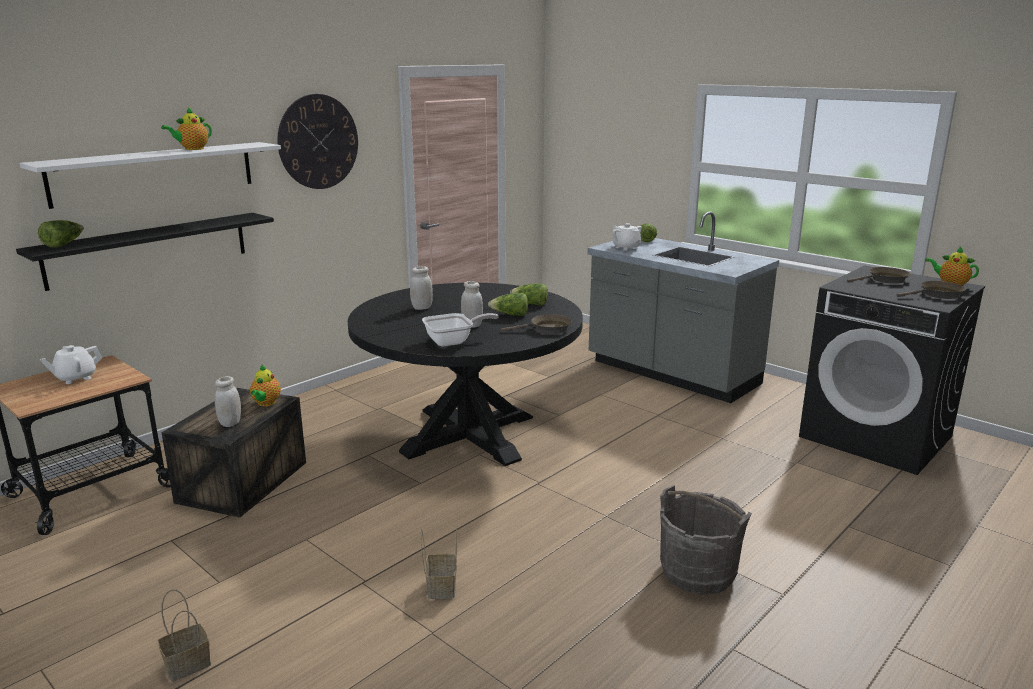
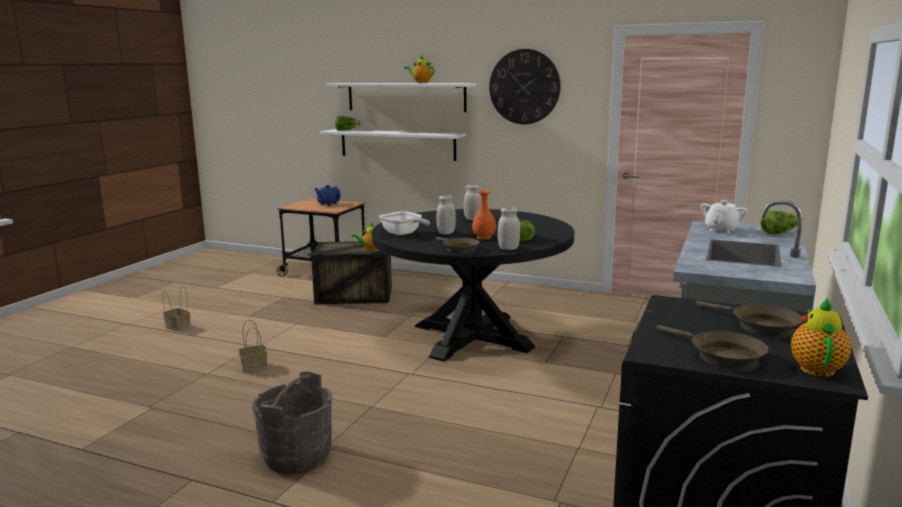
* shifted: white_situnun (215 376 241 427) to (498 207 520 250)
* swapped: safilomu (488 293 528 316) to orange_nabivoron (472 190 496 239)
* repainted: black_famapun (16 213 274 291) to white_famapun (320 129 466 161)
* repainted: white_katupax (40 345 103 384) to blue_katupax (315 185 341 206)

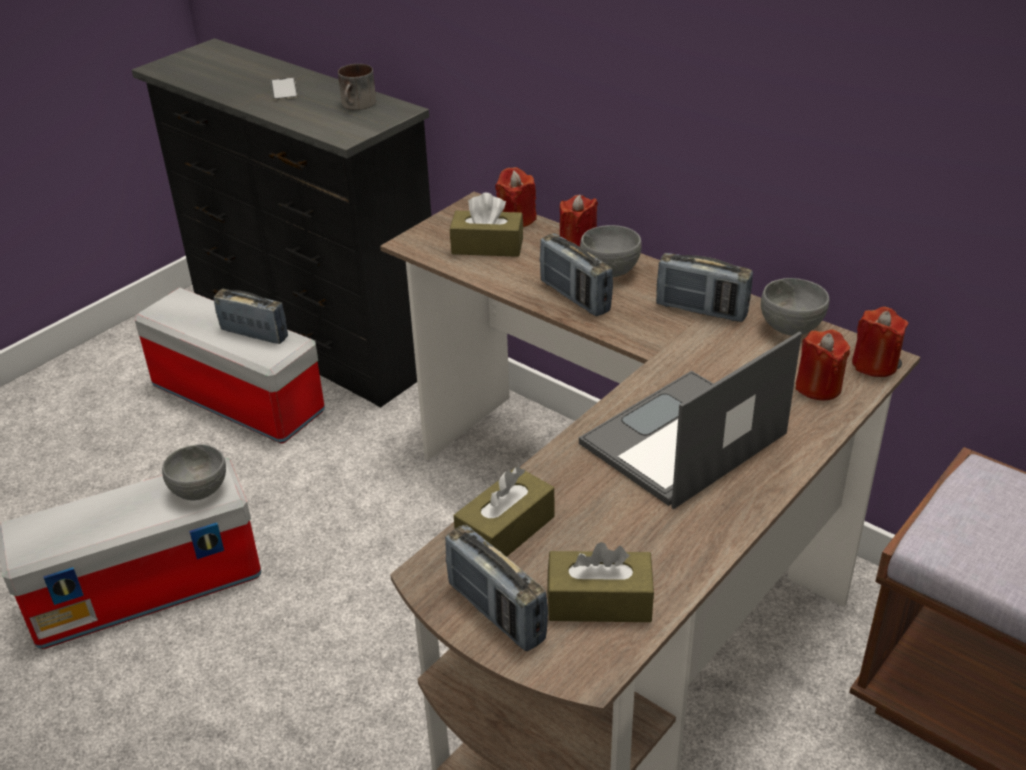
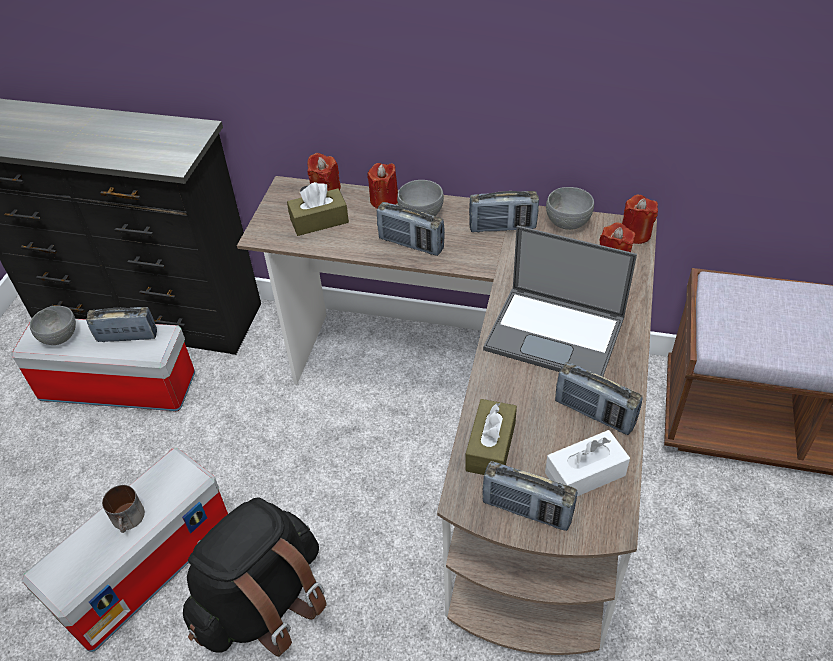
* gone: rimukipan (270 77 298 100)
* new: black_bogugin (183 497 327 657)
* new: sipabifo (555 362 643 435)
* shifted: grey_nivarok (162 444 226 500) to (30 306 76 345)
* shifted: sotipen (338 64 376 110) to (102 485 145 533)
* repainted: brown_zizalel (547 542 654 622) to white_zizalel (545 430 630 496)
* rotated: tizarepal (579 331 802 509) = (483 225 637 377) 90 degrees counterclockwise

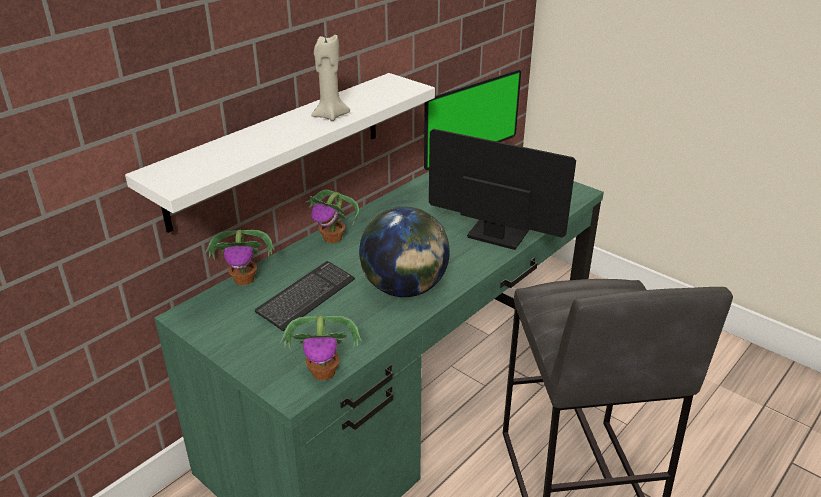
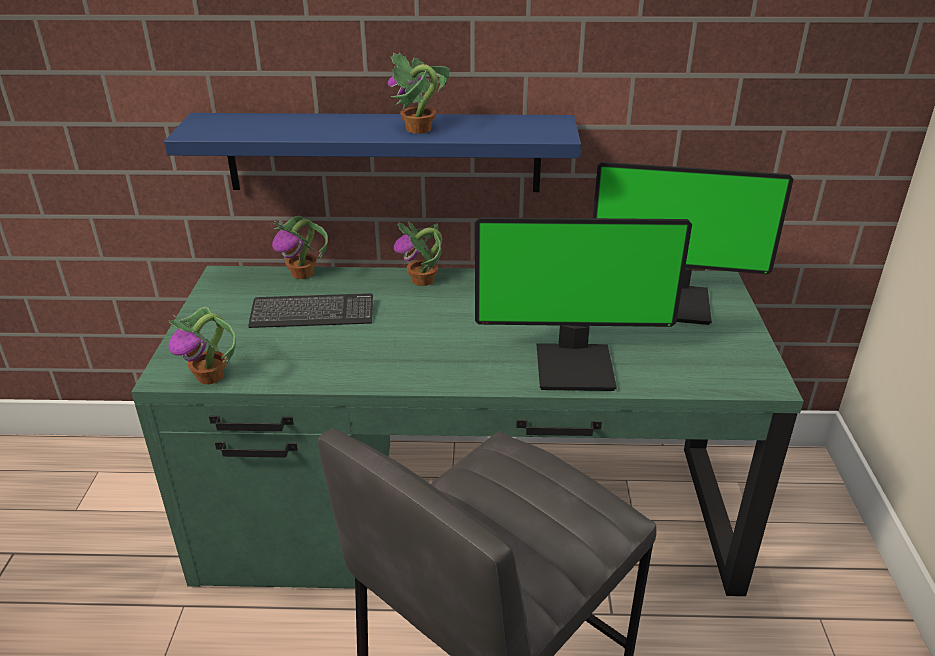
* gone: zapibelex (359 207 450 297)
* swapped: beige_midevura (311 35 350 121) to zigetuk (388 53 449 134)
* repainted: white_famapun (125 73 435 233) to blue_famapun (164 113 581 192)
* rotated: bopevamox (429 129 576 250) = (475 217 692 391) 105 degrees clockwise

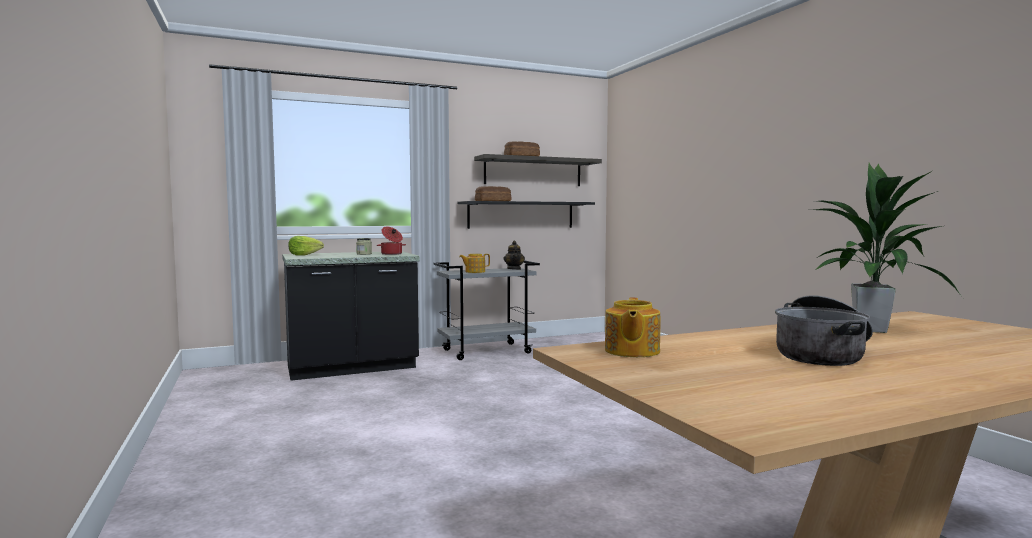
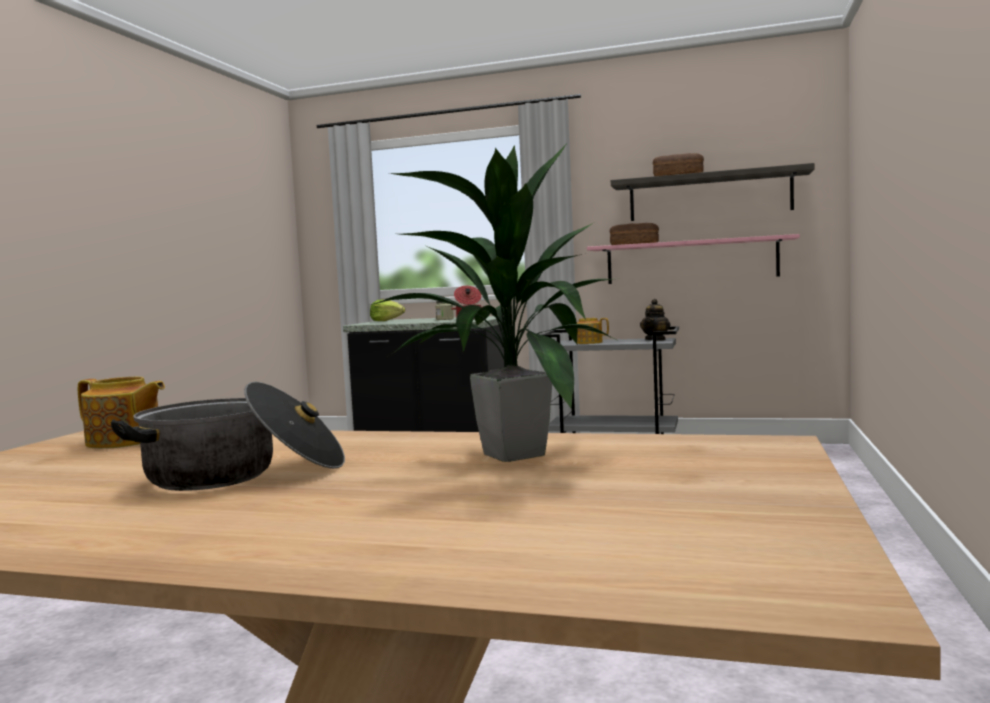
* repainted: black_famapun (458 201 595 229) to pink_famapun (587 234 800 284)
* rotated: katupax (605 298 660 357) = (78 377 165 449) 120 degrees counterclockwise

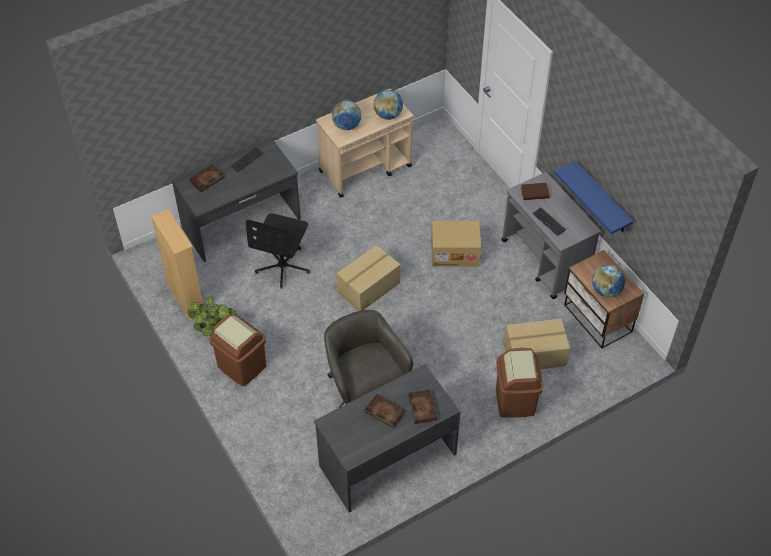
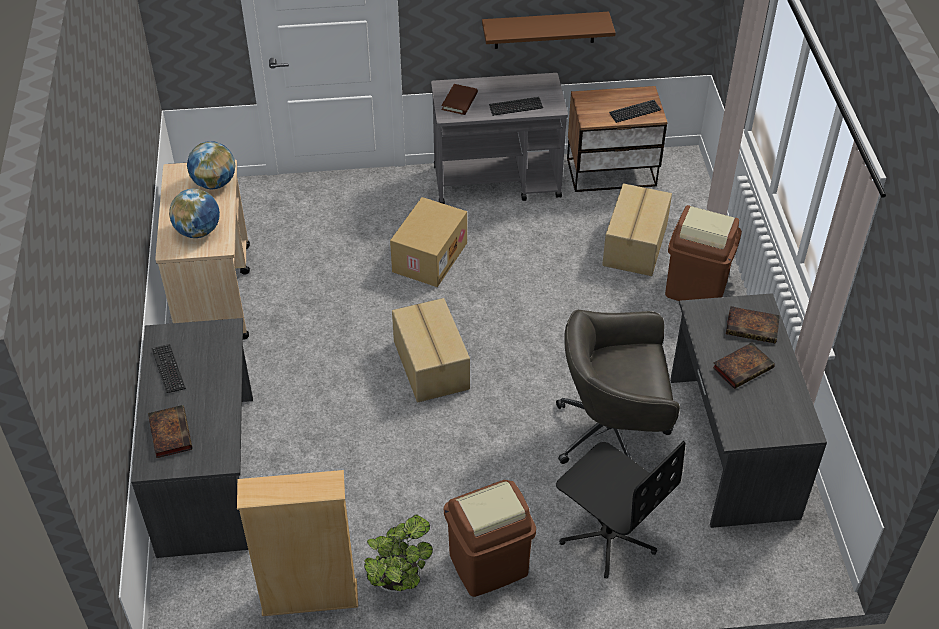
* shifted: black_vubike (246 213 310 289) to (556 441 685 578)
* swapped: zapibelex (592 265 625 297) to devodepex (609 100 661 123)
* repainted: blue_famapun (554 161 633 234) to brown_famapun (482 12 616 49)

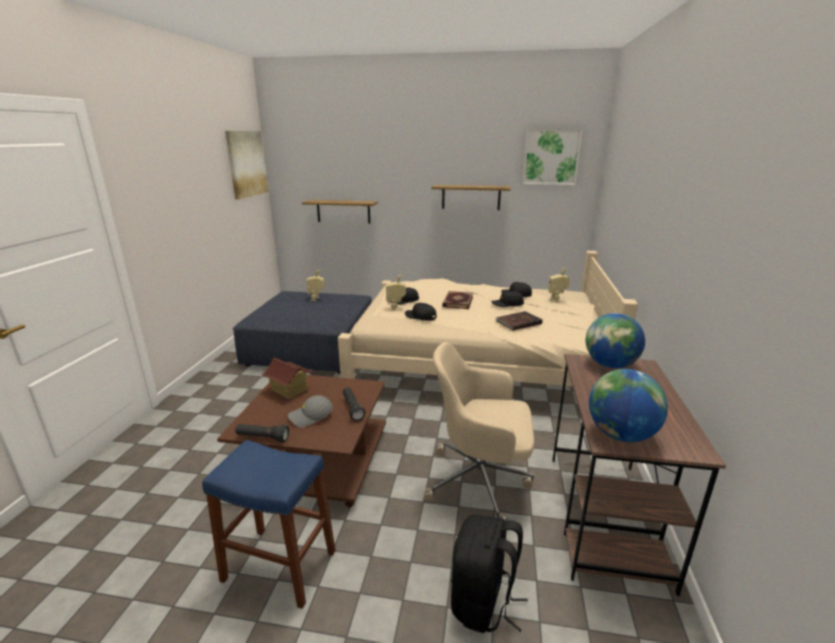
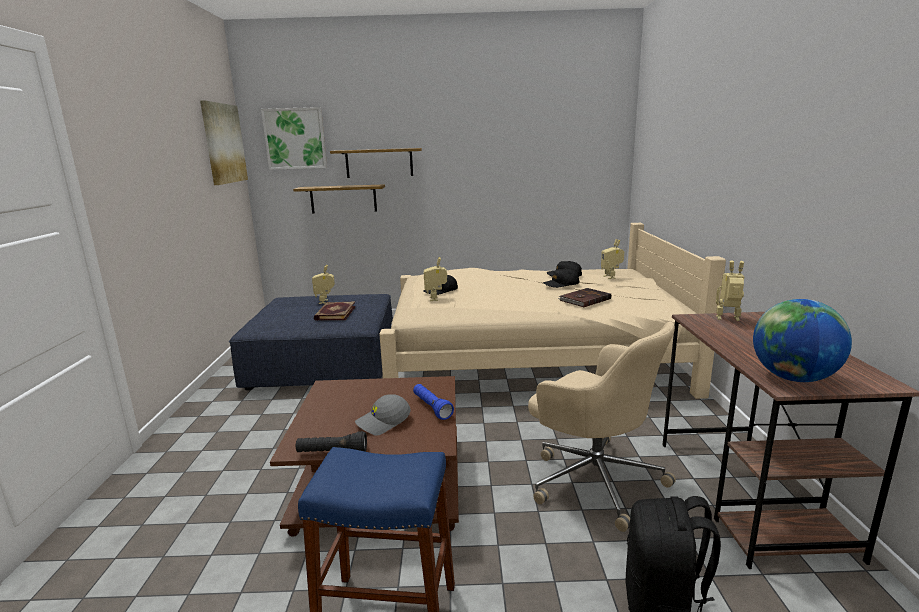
* gone: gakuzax (262 358 312 399)
* gone: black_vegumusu (405 303 437 321)
* shifted: famapun (431 185 511 210) to (330 148 422 178)
* shifted: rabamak (442 291 473 309) to (314 301 356 320)
* shifted: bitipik (522 129 583 185) to (261 107 327 170)
* swapped: zapibelex (586 313 645 368) to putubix (716 261 744 321)
* repainted: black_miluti (343 388 365 421) to blue_miluti (413 384 454 420)
* rotated: beige_vubike (424 342 535 521) = (528 322 676 532) 135 degrees counterclockwise

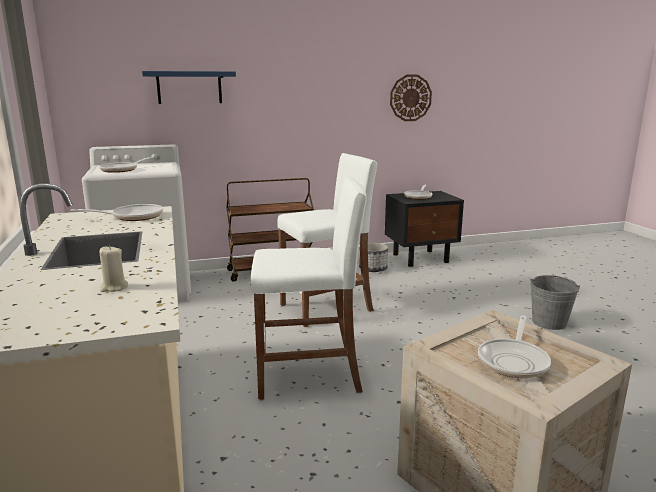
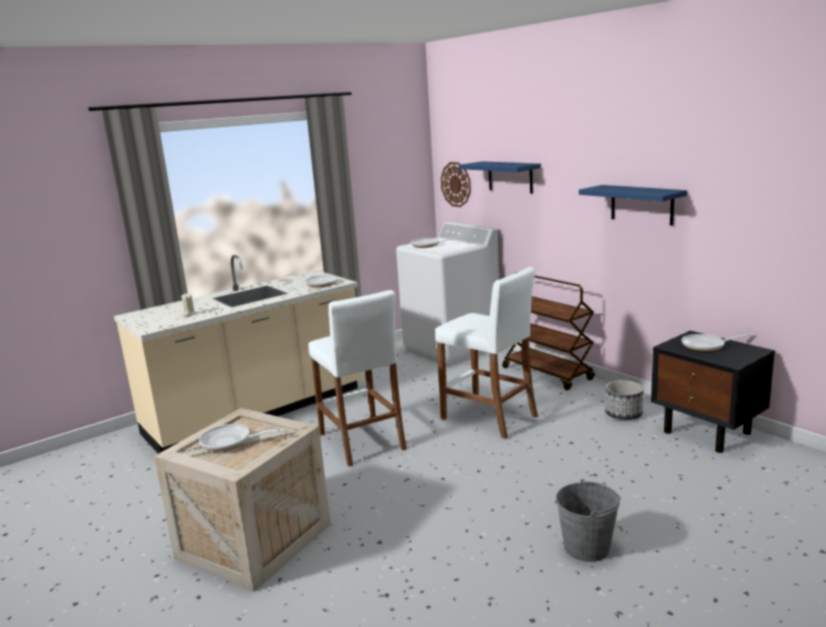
* new: blue_famapun (579 185 687 226)
* shifted: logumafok (390 75 432 121) to (441 162 471 207)

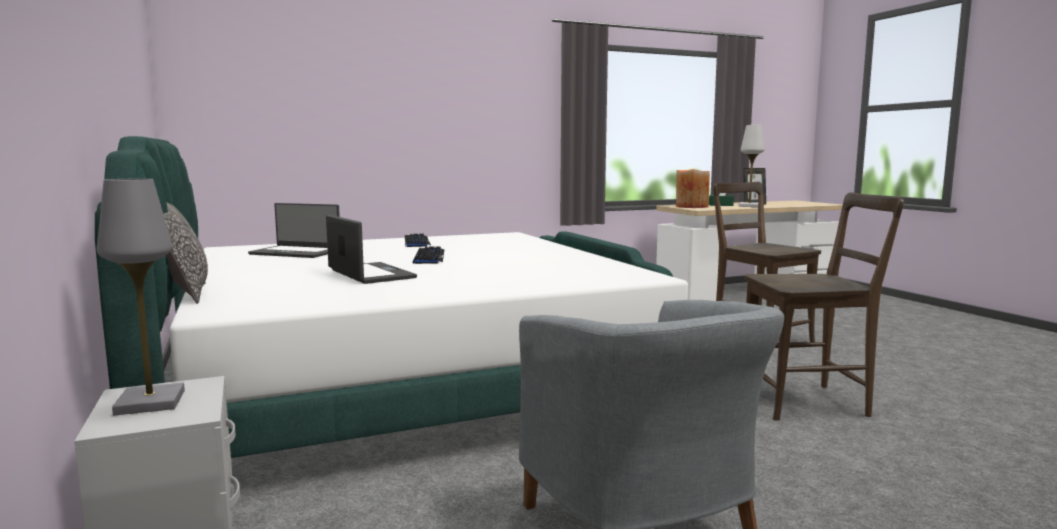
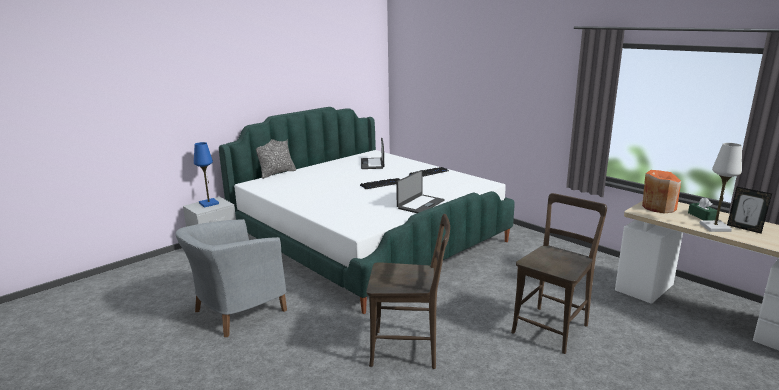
* shifted: tizarepal (326 215 417 284) to (396 170 445 213)
* repainted: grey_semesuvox (97 178 185 415) to blue_semesuvox (194 142 219 208)
* rotated: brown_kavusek (744 192 904 421) = (367 214 450 369) 60 degrees counterclockwise

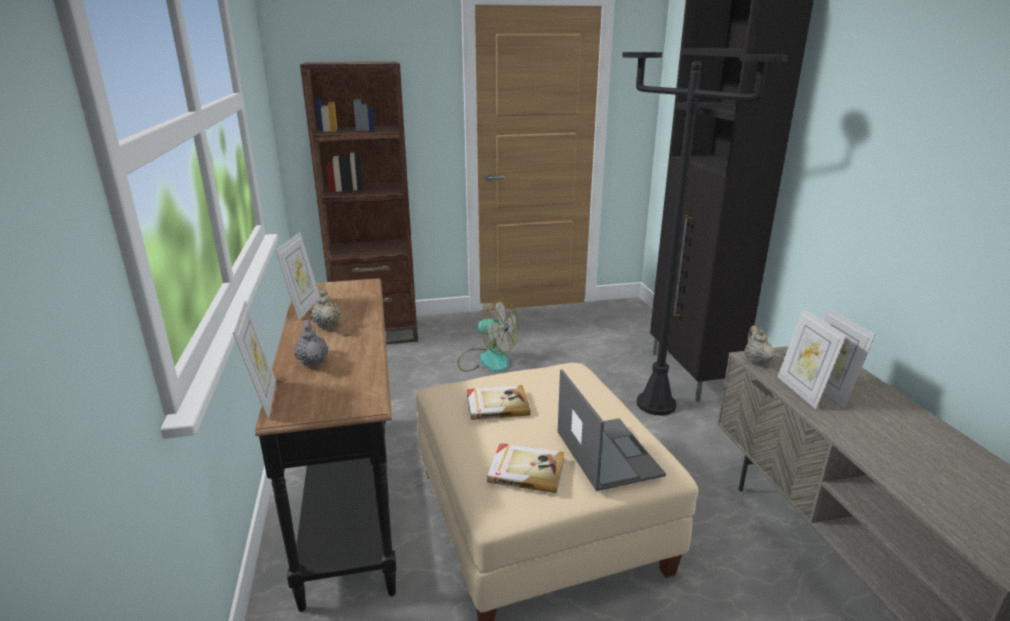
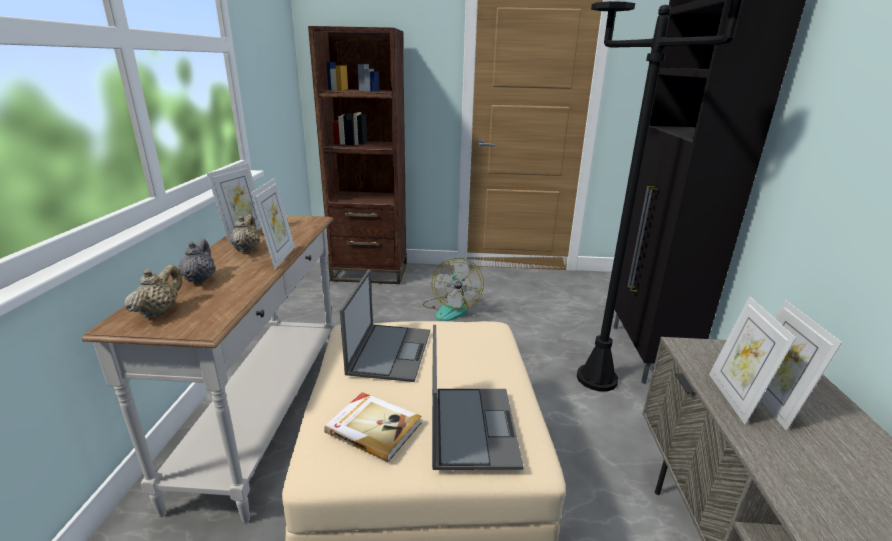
* shifted: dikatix (233 300 276 420) to (251 178 295 269)
* shifted: beige_katupax (745 325 775 366) to (124 265 182 318)
* swapped: rabamak (467 385 531 420) to tizarepal (340 270 430 382)
* repainted: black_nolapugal (255 278 396 612) to white_nolapugal (82 215 335 524)
* rotated: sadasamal (458 300 519 372) = (423 258 484 321) 45 degrees clockwise

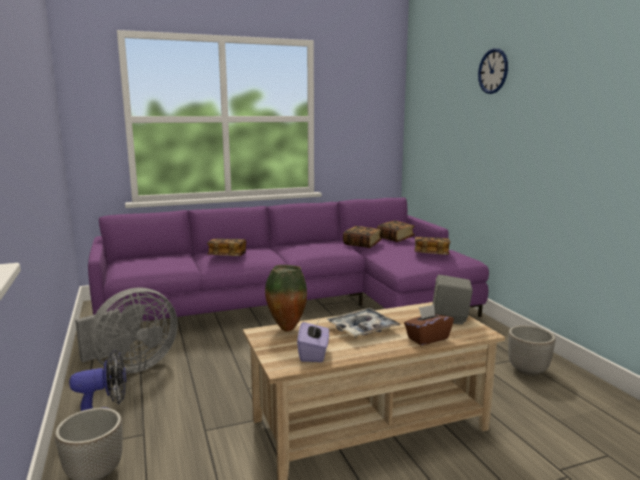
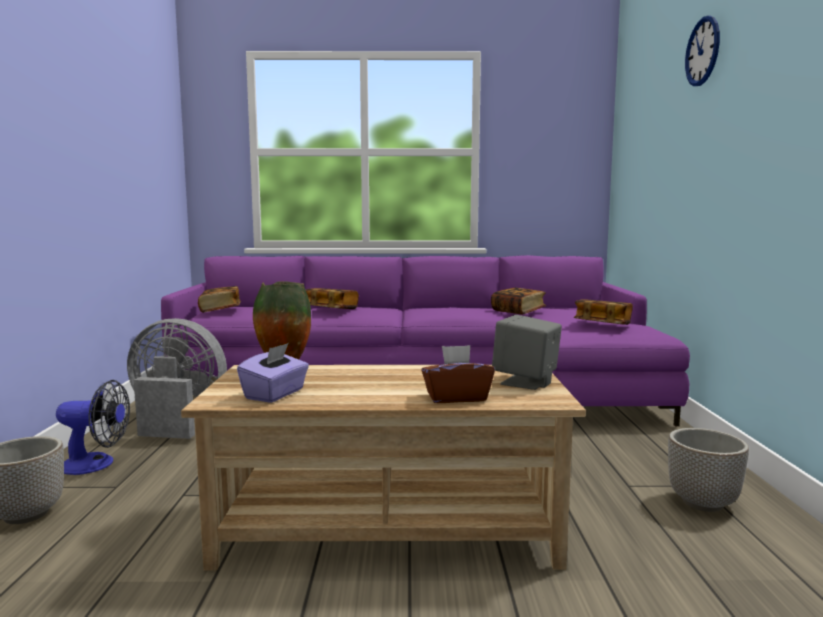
* gone: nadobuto (326 308 401 338)
* shifted: rabamak (377 221 415 242) to (198 286 241 313)
* rotated: grey_sadasamal (75 287 178 374) = (127 318 227 439) 150 degrees counterclockwise

